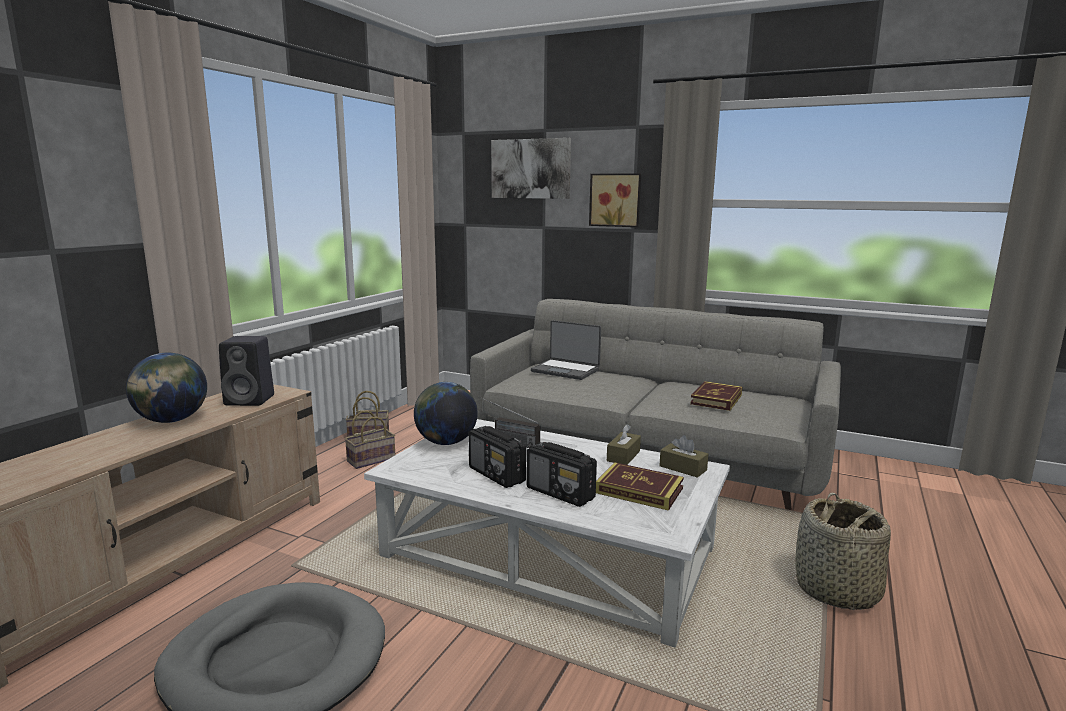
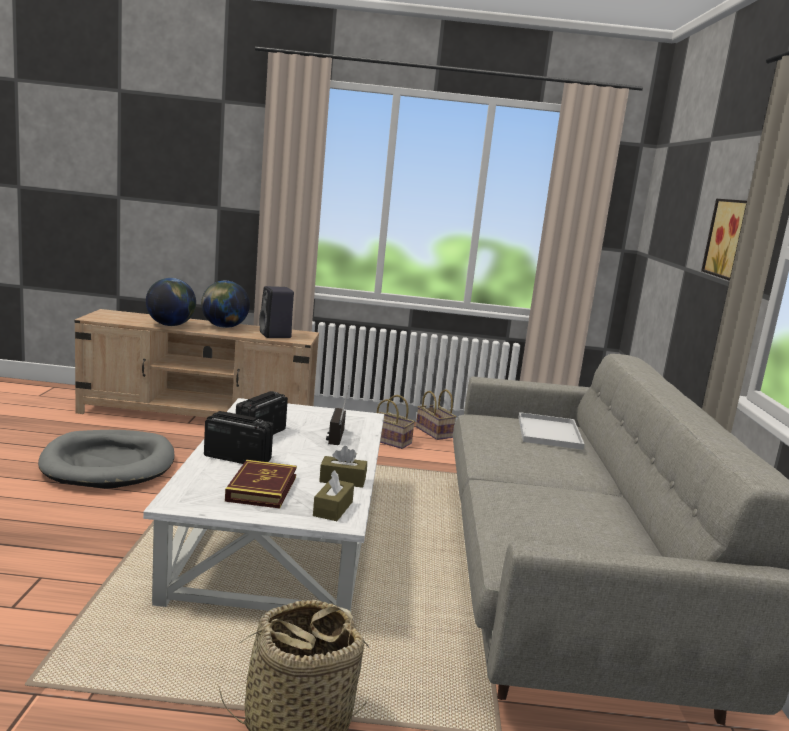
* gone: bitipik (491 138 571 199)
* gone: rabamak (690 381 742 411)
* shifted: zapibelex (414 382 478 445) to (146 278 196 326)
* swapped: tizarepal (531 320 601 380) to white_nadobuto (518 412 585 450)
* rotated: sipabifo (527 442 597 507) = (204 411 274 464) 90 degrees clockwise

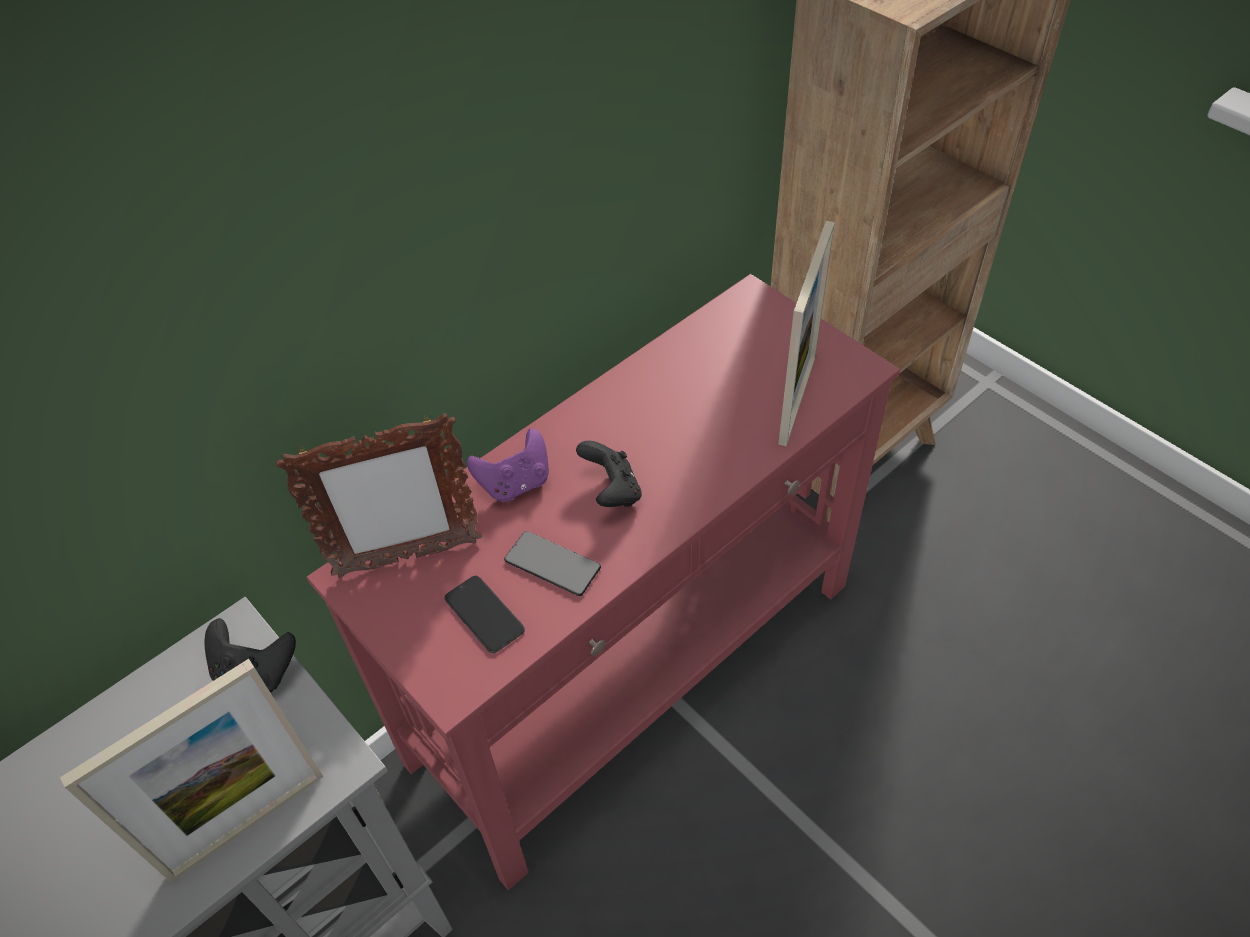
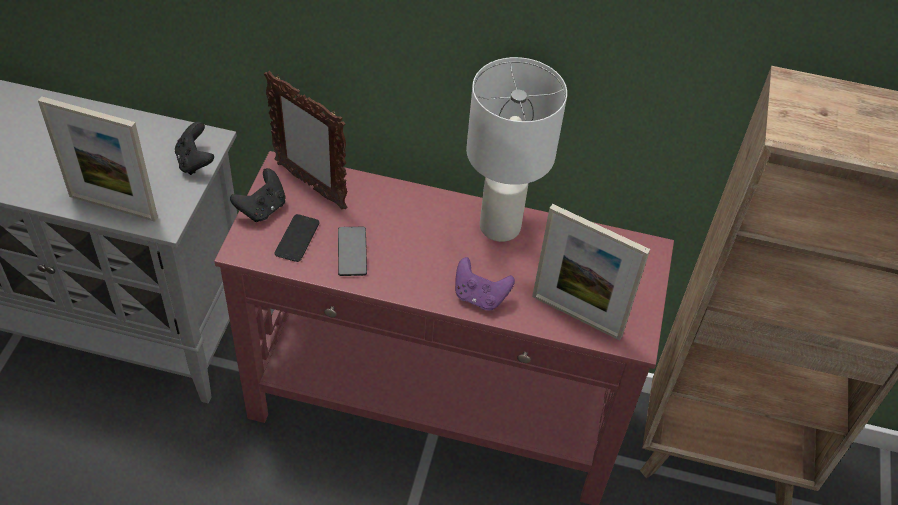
* new: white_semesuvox (466 57 567 242)
* shifted: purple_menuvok (467 429 549 502) to (455 257 515 310)
* shifted: black_menuvok (576 441 642 507) to (230 168 285 222)
* rotated: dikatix (778 221 835 446) = (532 204 650 340) 45 degrees clockwise

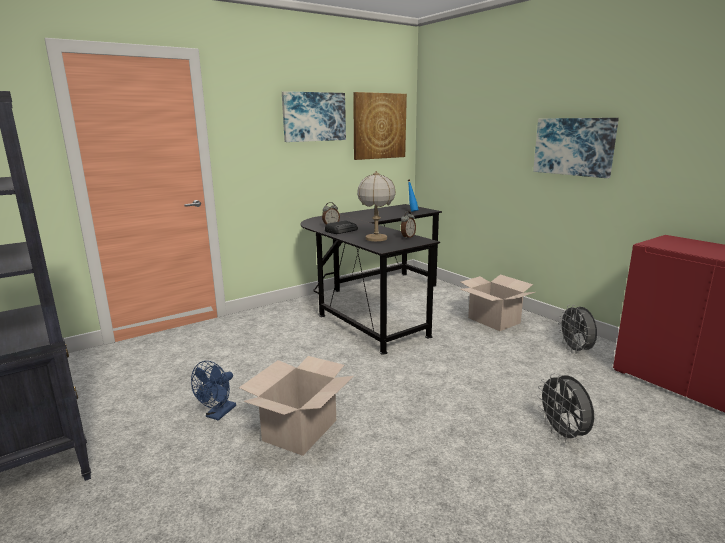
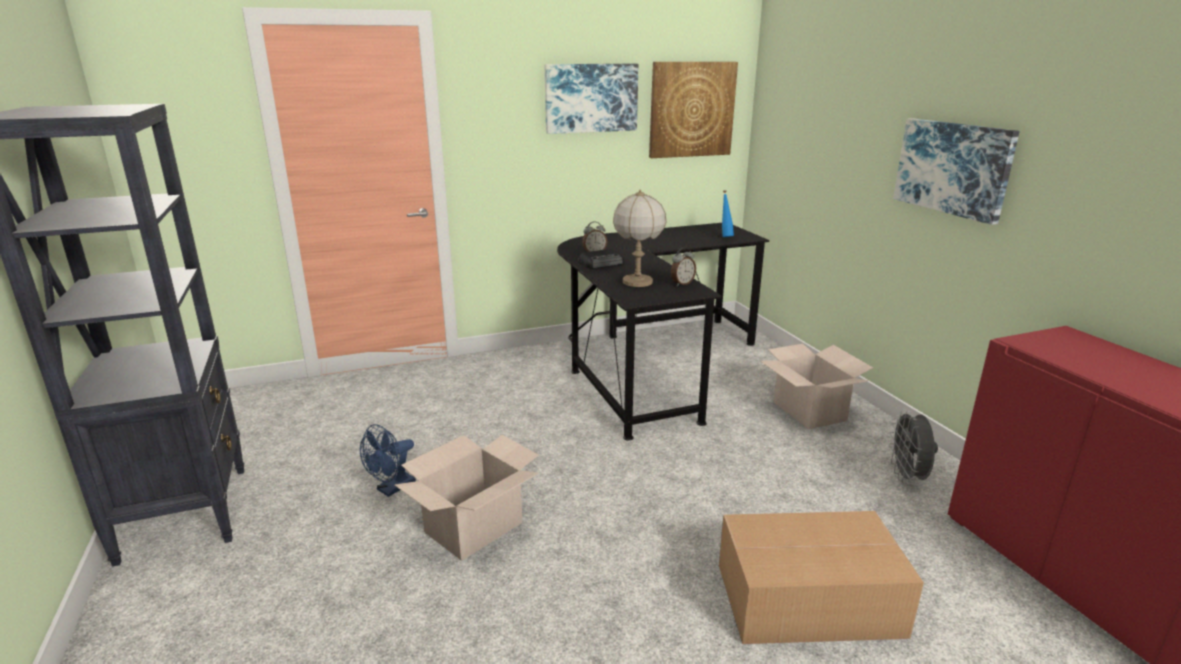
* swapped: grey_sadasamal (537 373 594 443) to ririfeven (719 511 924 644)

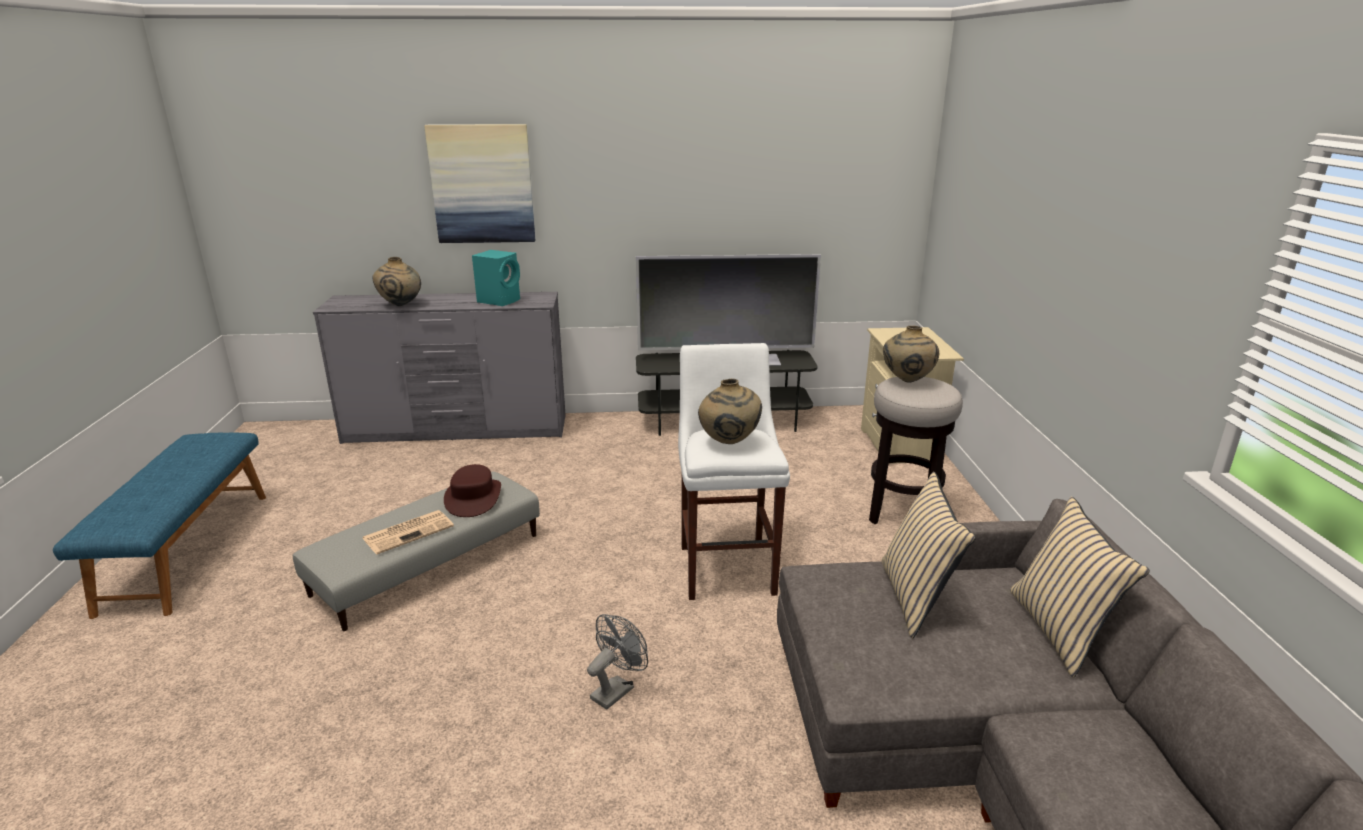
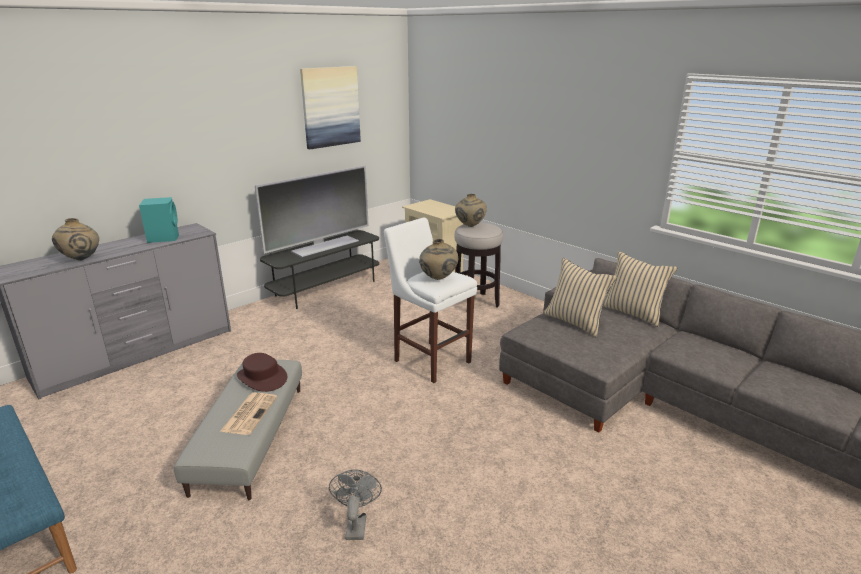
* shifted: bitipik (424 124 535 243) to (300 66 361 149)
* shifted: grey_sadasamal (587 614 648 710) to (329 469 382 540)

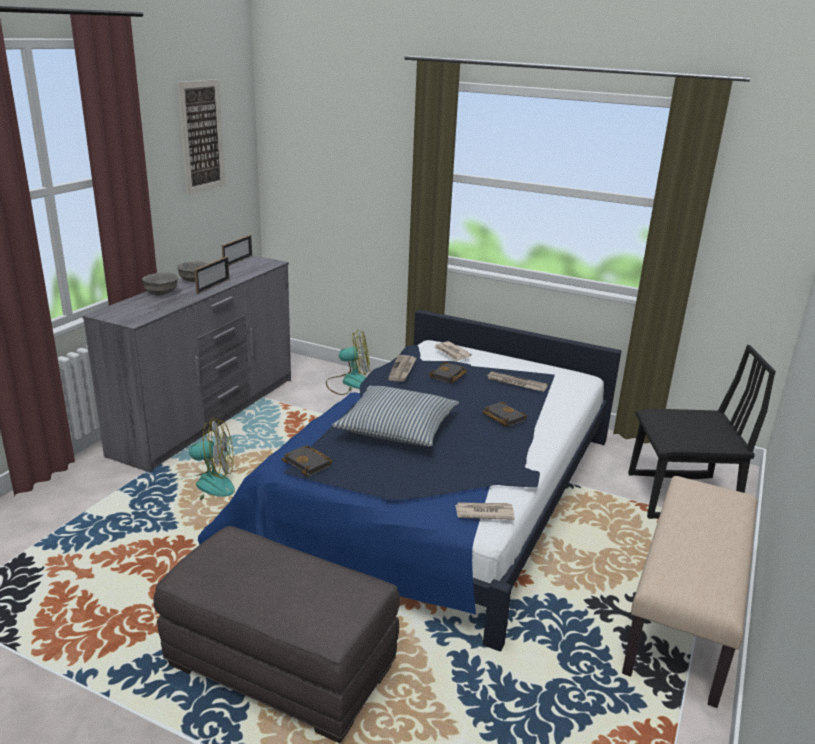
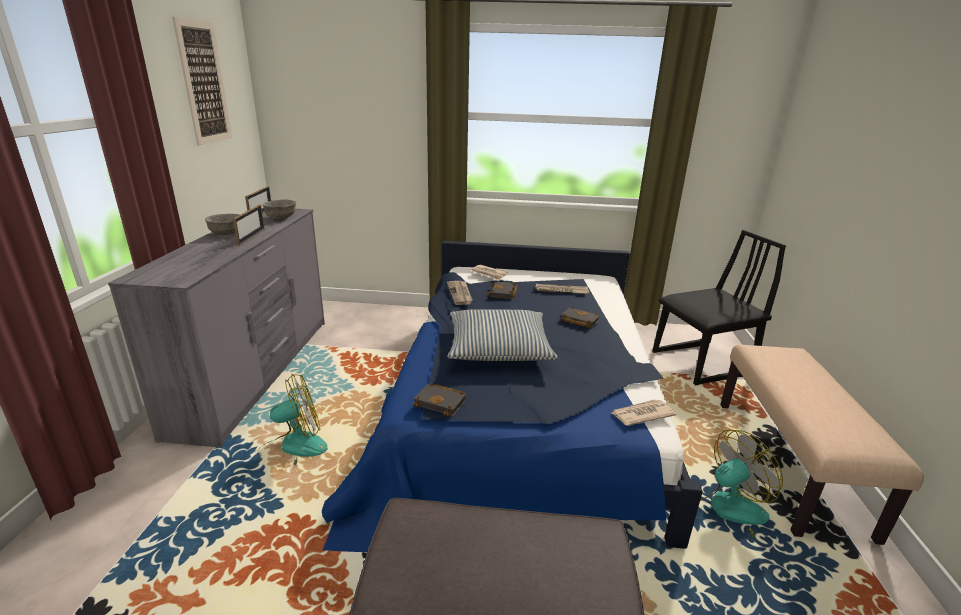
* shifted: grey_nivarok (142 273 178 296) to (262 199 296 219)
* shifted: sadasamal (326 329 370 395) to (700 429 783 537)

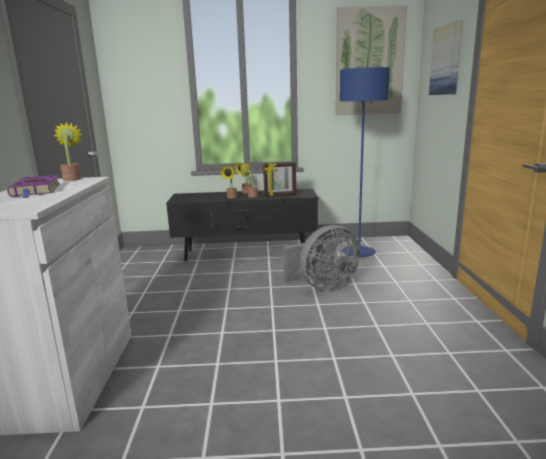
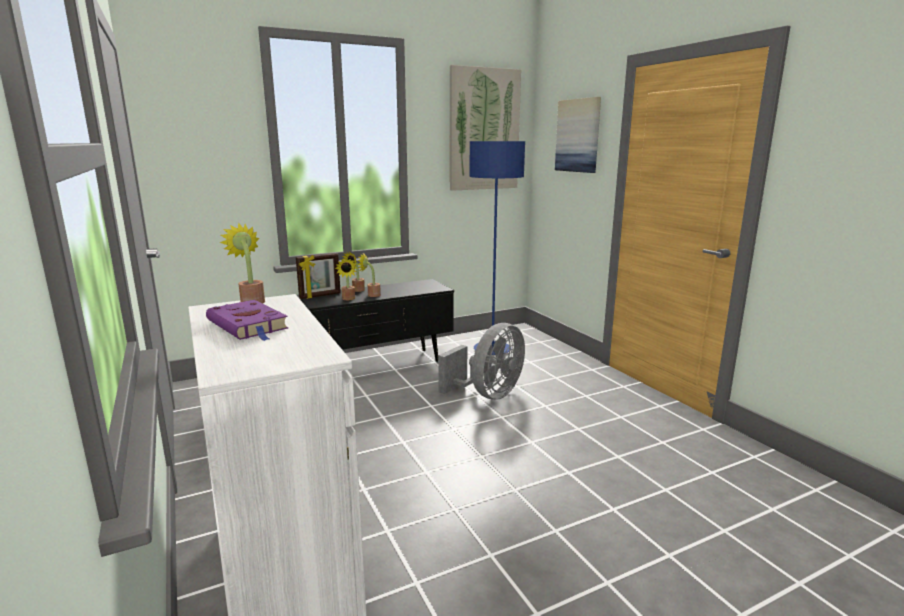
* shifted: dikatix (263 162 296 196) to (296 253 341 299)

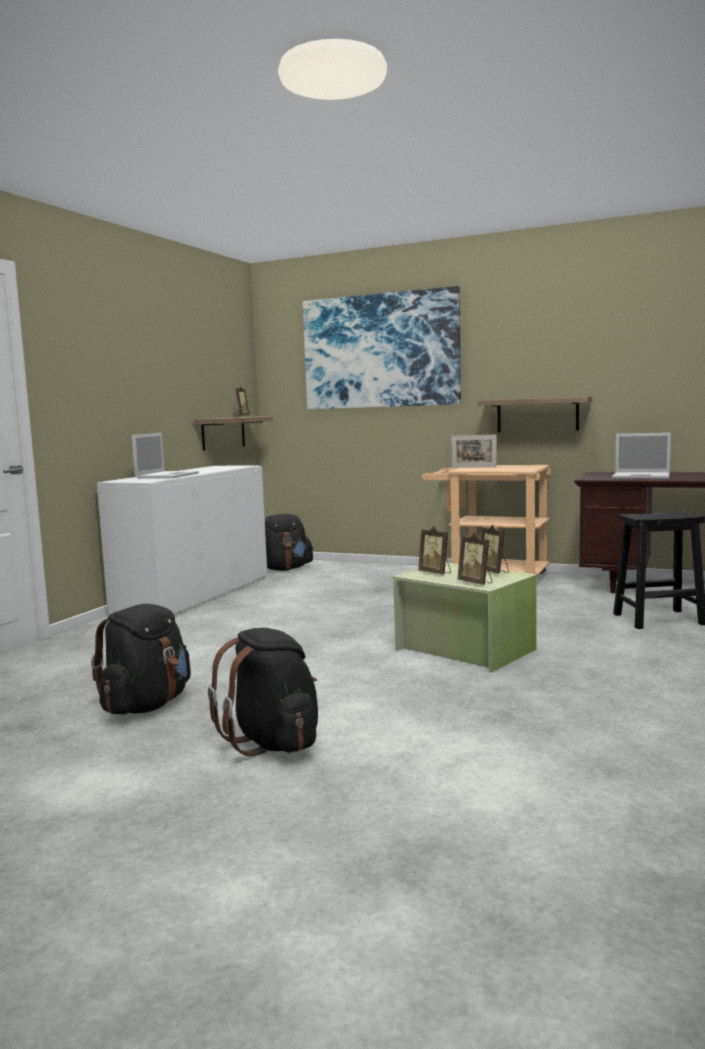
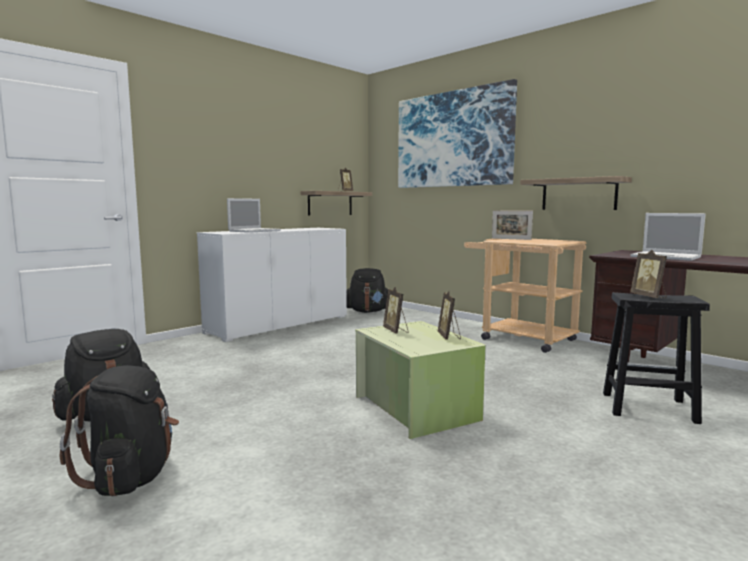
* shifted: dikatix (458 533 492 585) to (630 250 667 298)

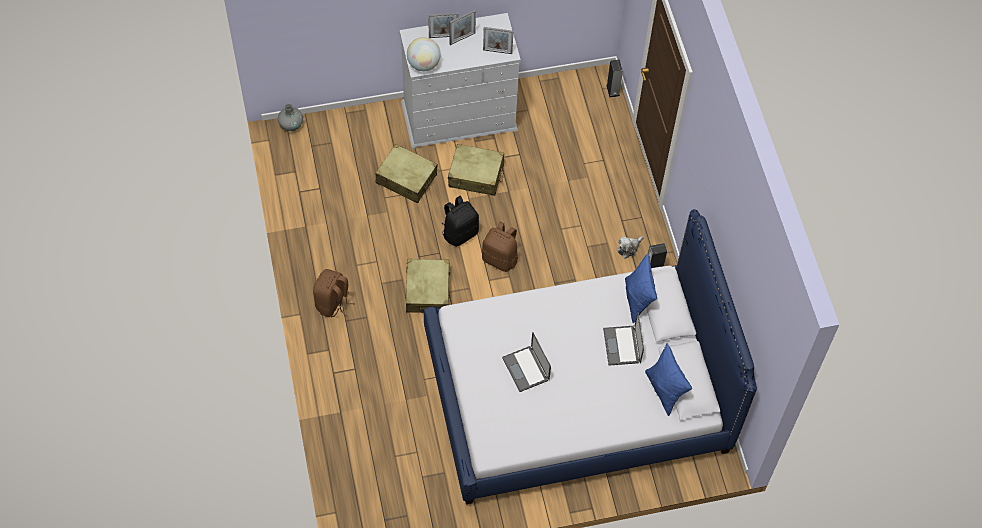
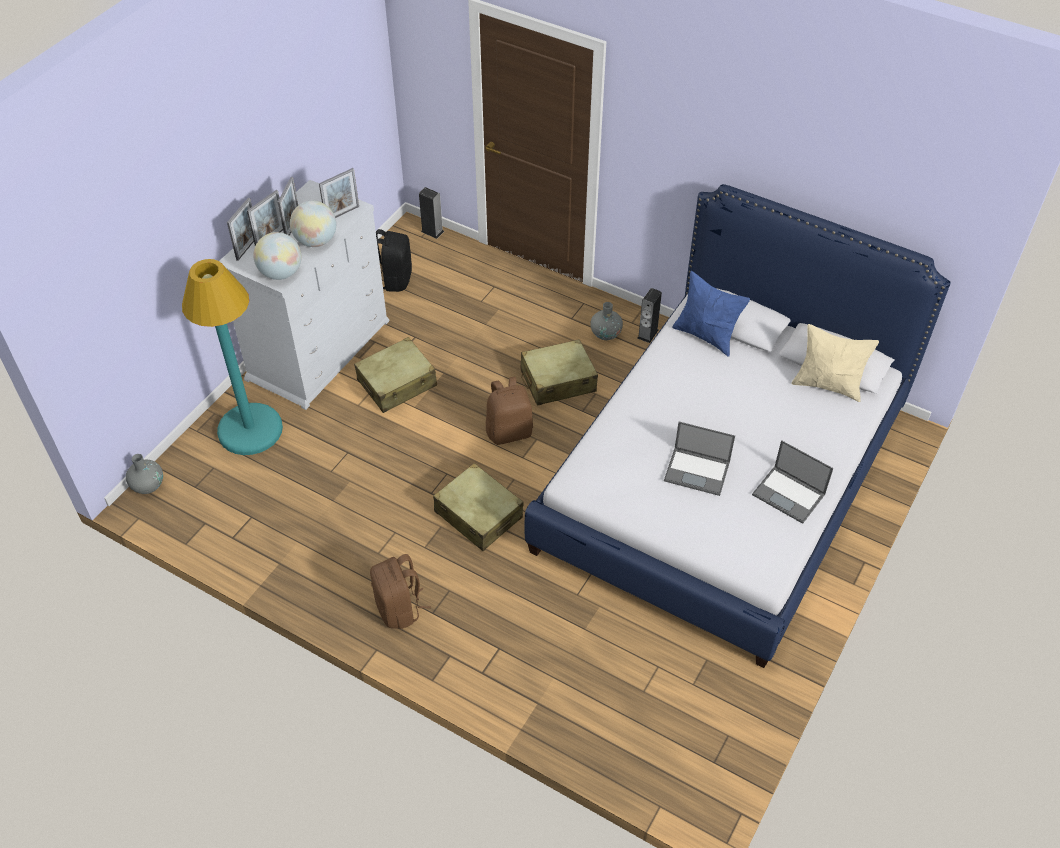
* new: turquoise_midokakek (182 259 283 455)
* new: dikatix (227 198 254 261)
* new: zapibelex (290 201 336 247)
* shifted: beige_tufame (375 144 438 204) to (520 339 598 406)
* shifted: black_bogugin (441 196 479 247) to (376 229 412 292)
* shifted: tizarepal (603 312 644 366) to (752 440 833 524)
* swapped: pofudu (618 236 644 258) to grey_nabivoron (590 302 623 340)
* repainted: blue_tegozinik (645 343 692 416) to beige_tegozinik (792 324 879 402)

